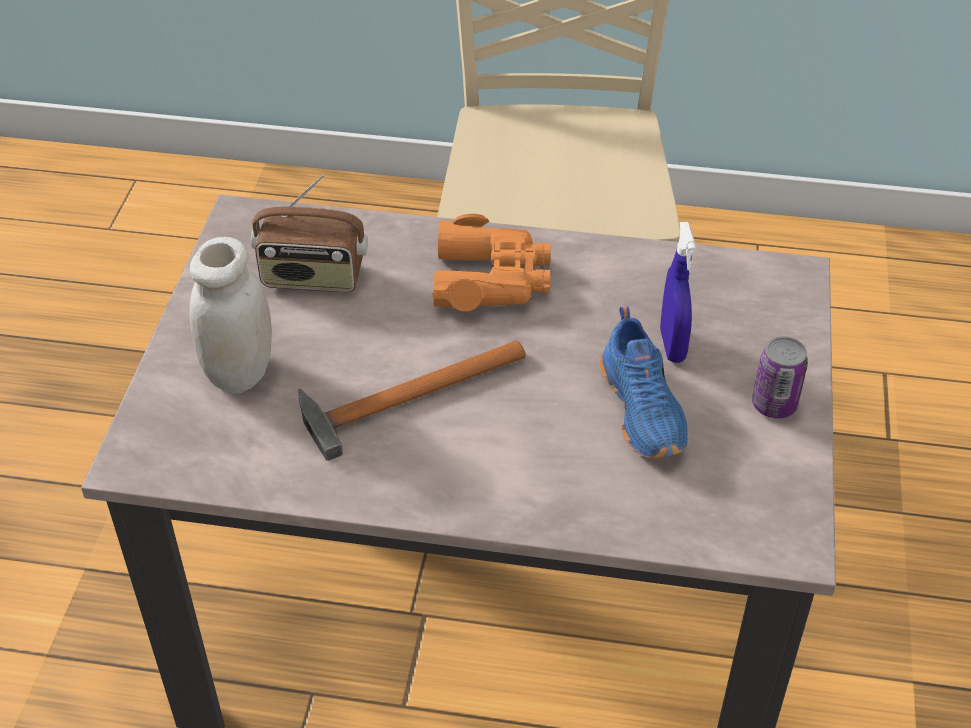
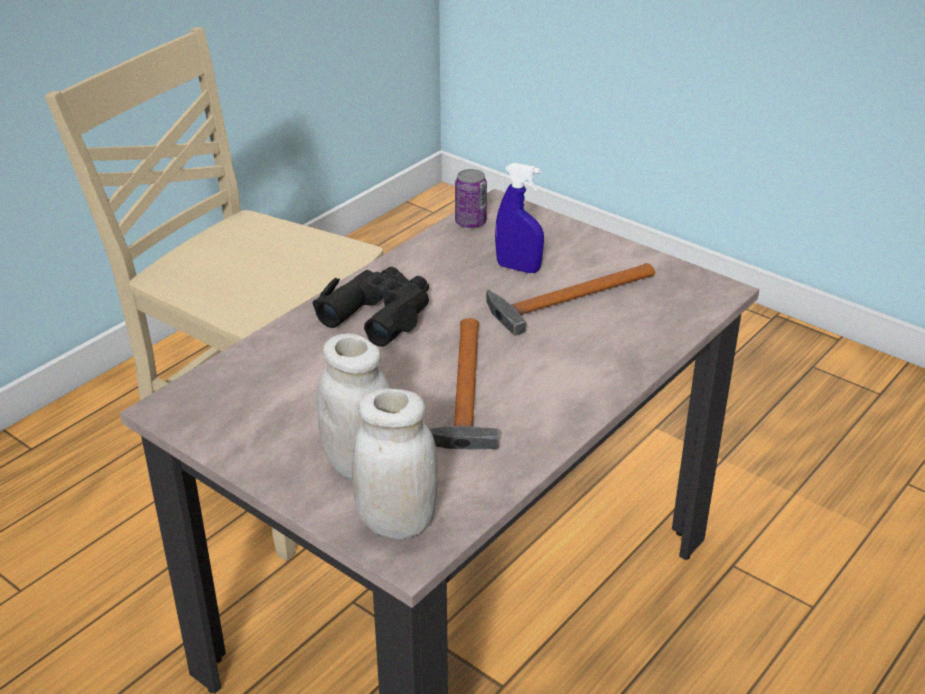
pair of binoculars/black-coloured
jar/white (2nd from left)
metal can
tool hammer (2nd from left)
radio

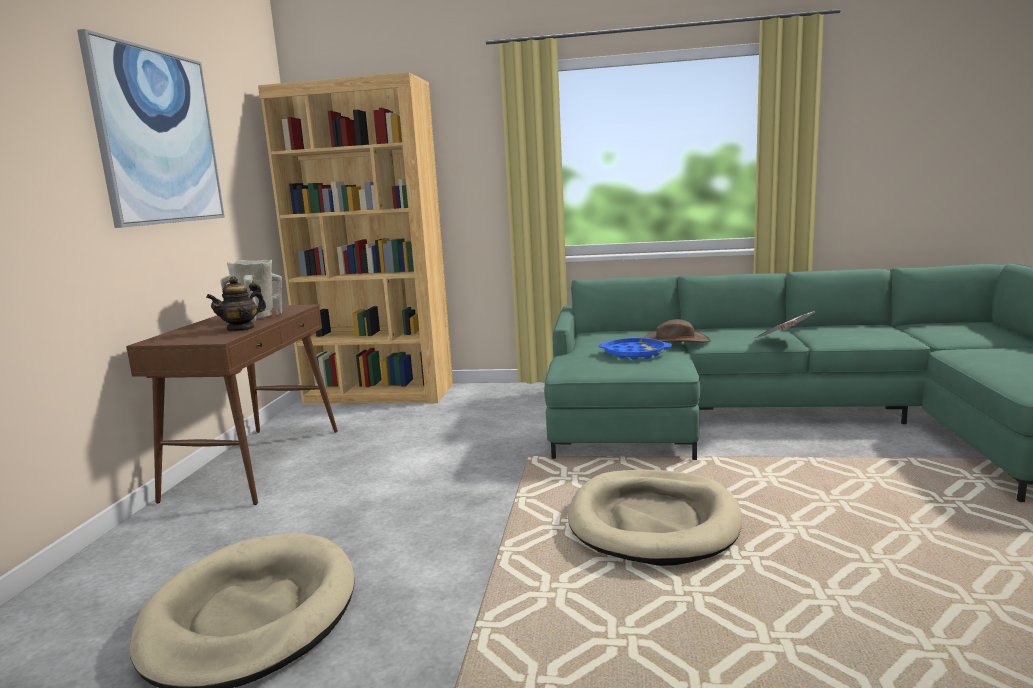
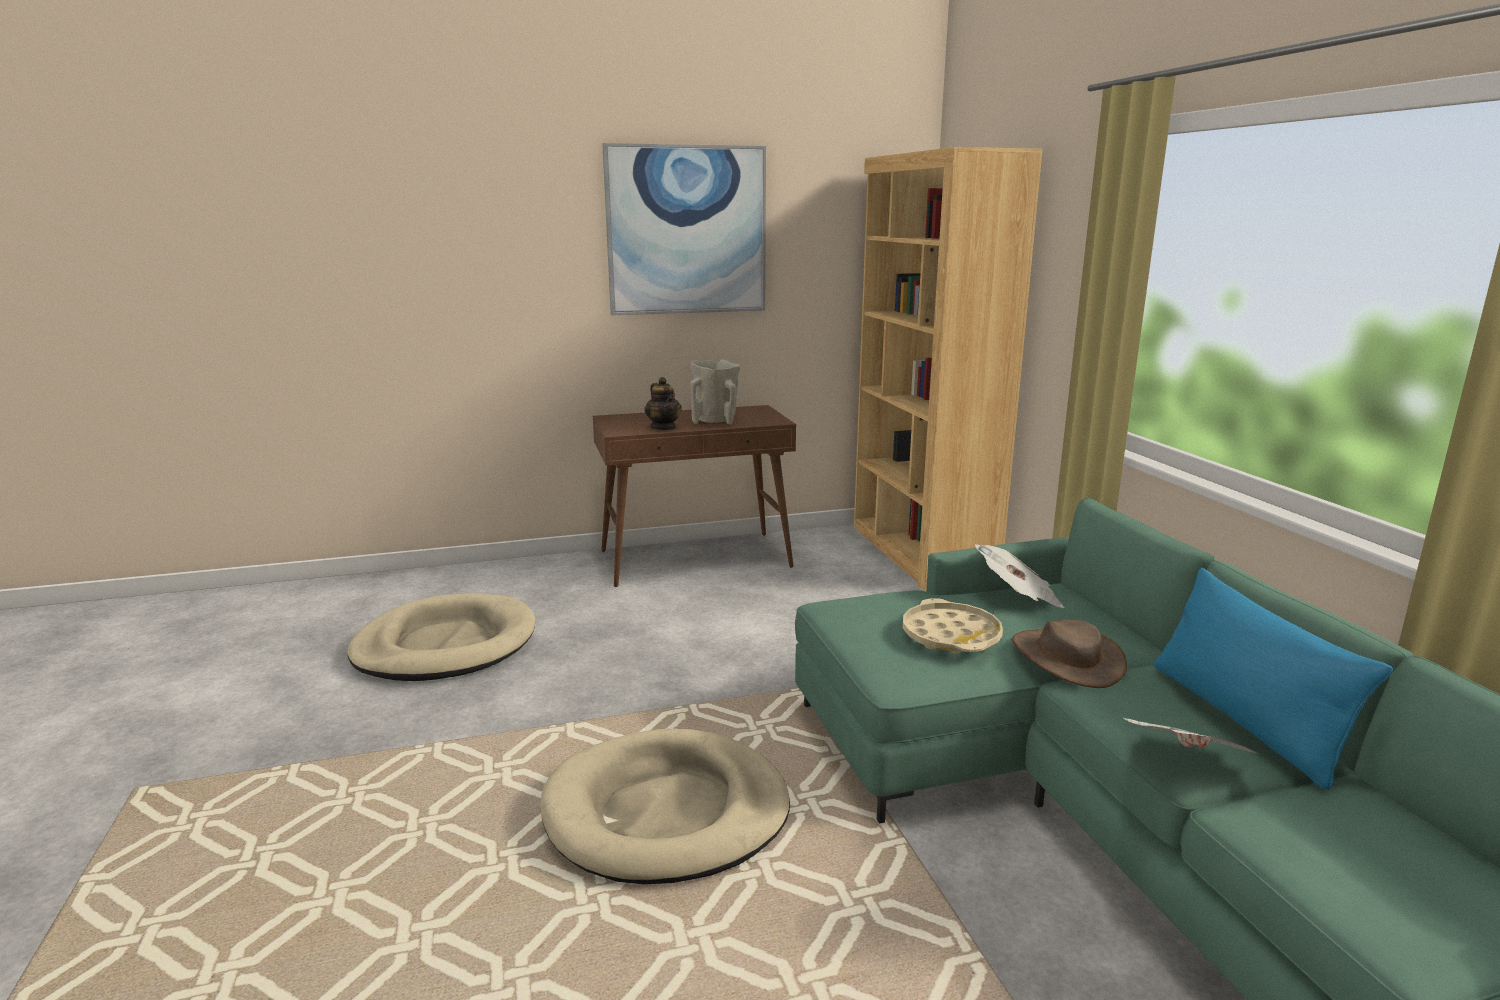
pot for tea
serving tray/beige
daily paper (1st from left)
throw pillow/blue-coloured

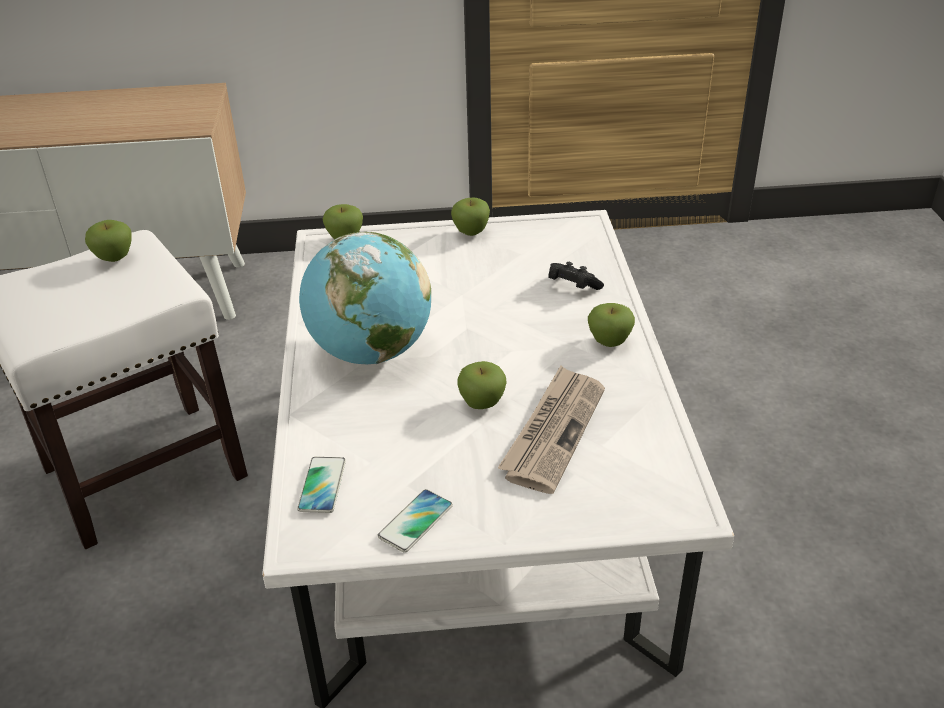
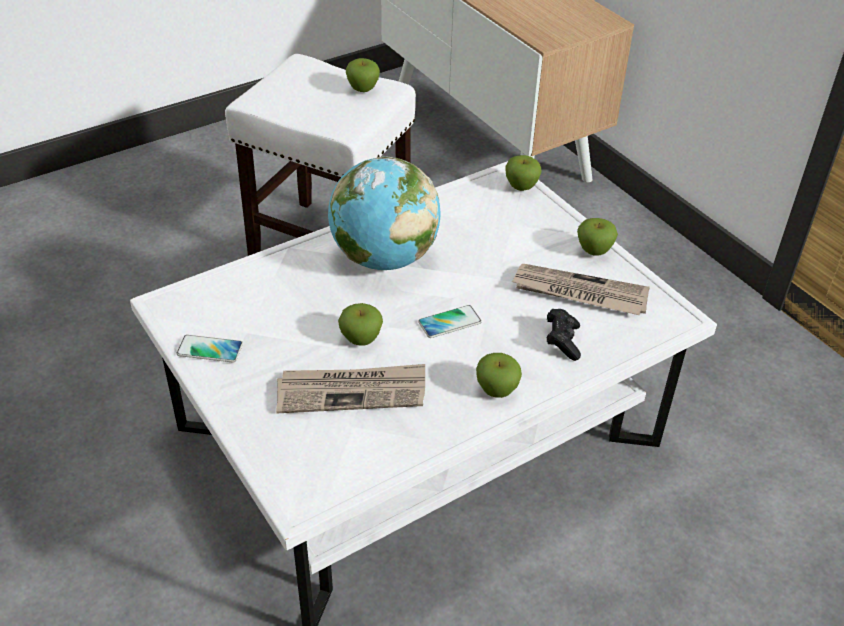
phone (2nd from left)
daily paper (2nd from left)

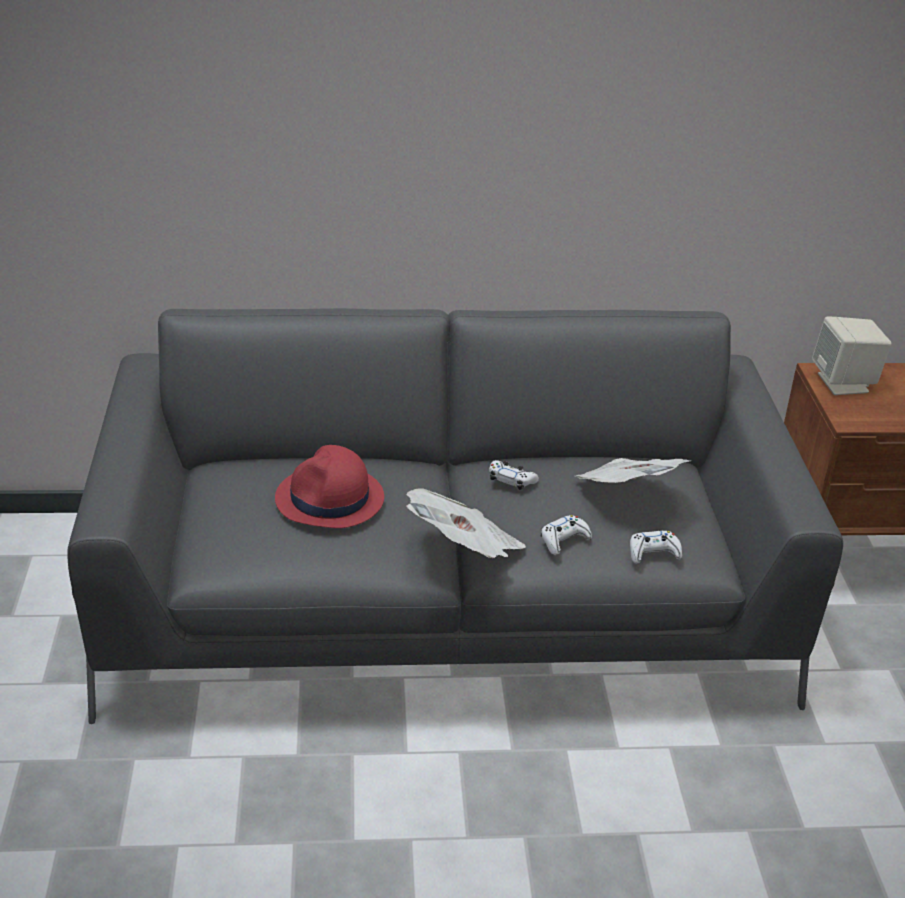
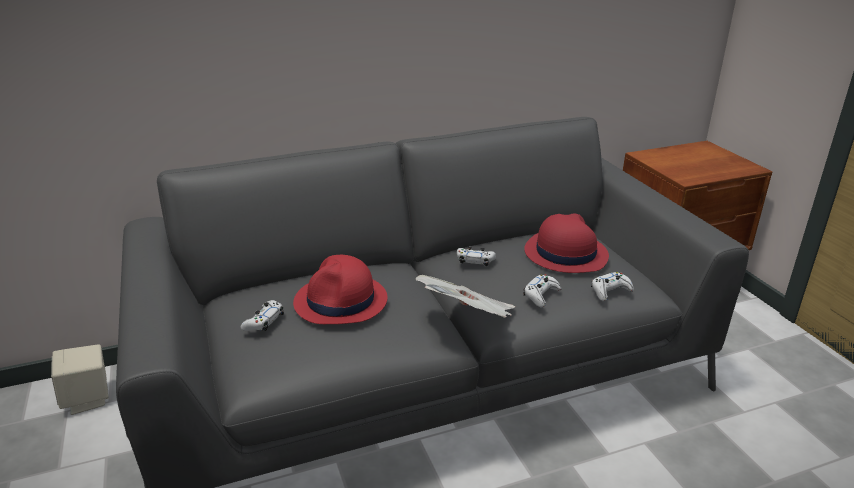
loudspeaker/beige
game controller/white (1st from left)
hat/red-coloured (2nd from left)

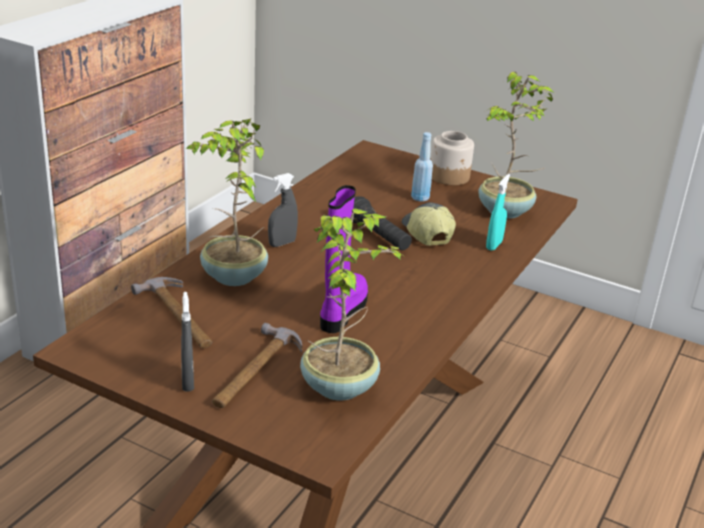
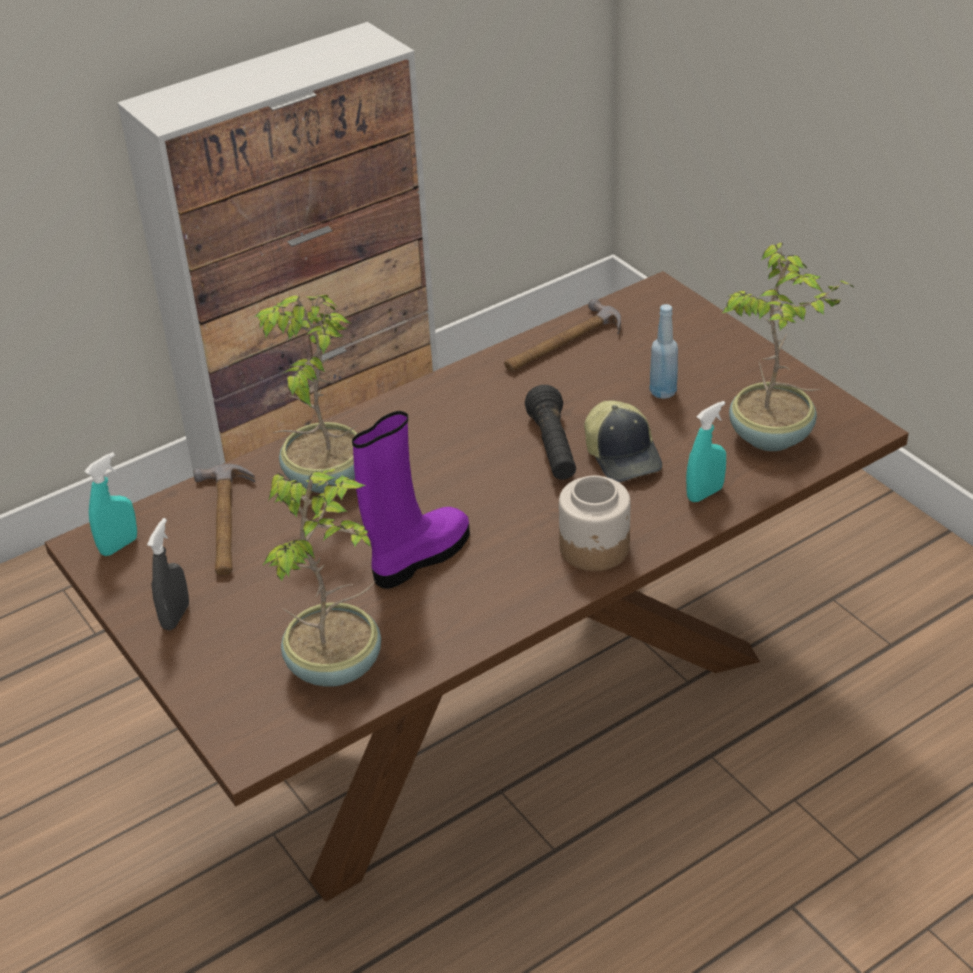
hand sprayer/turquoise (1st from left)
tool hammer (2nd from left)
jar
baseball cap
hand sprayer/greyish (2nd from left in the first image)

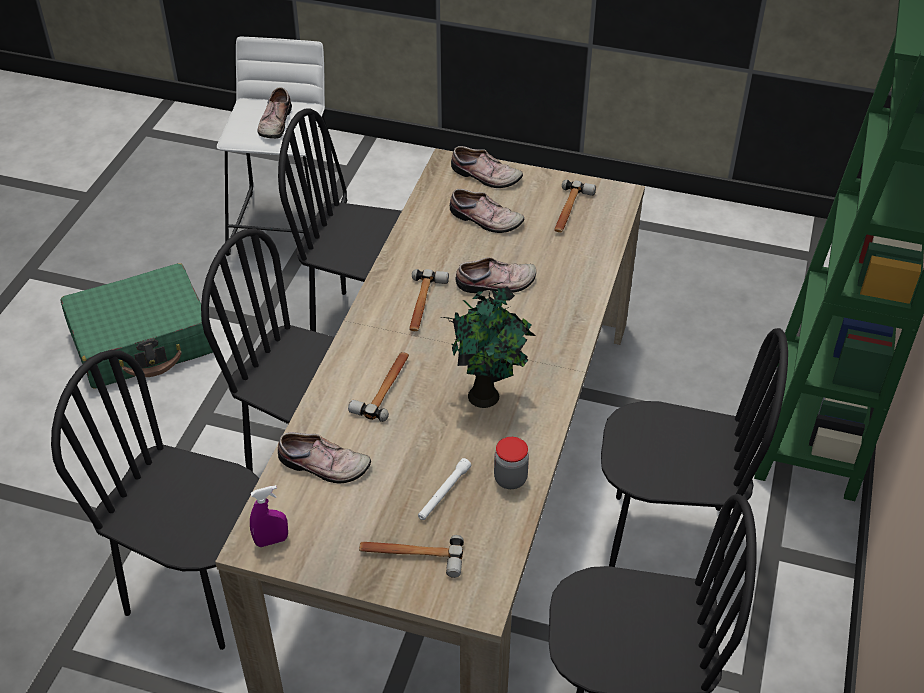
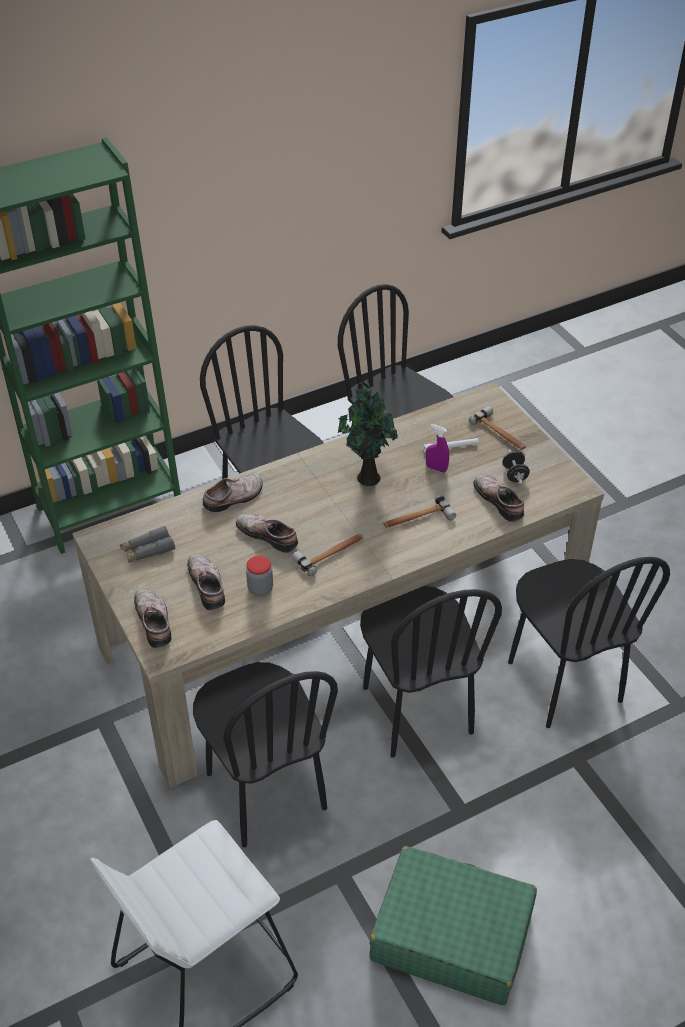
pair of binoculars/greyish
low shoe (3rd from left)
jar
hand sprayer/purple
hand weight/black-coloured

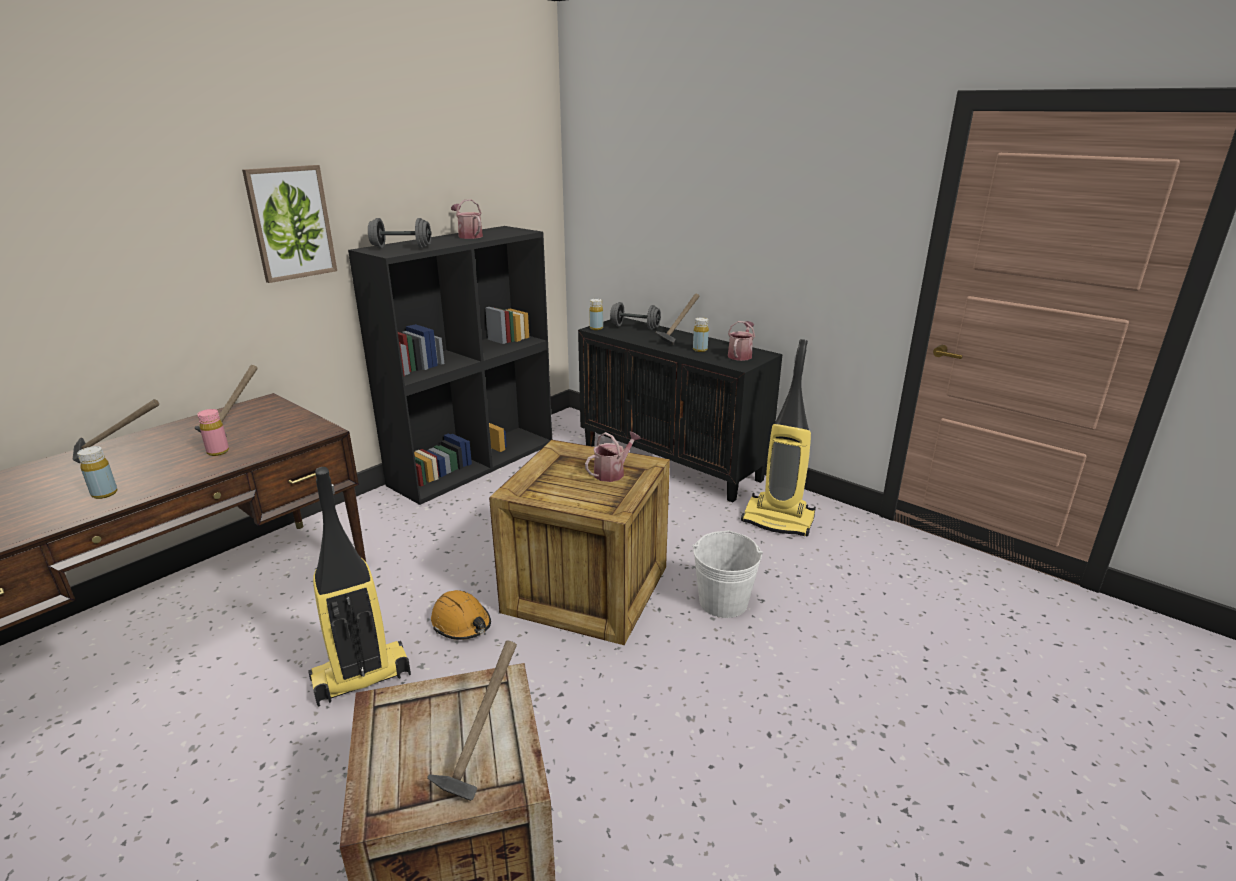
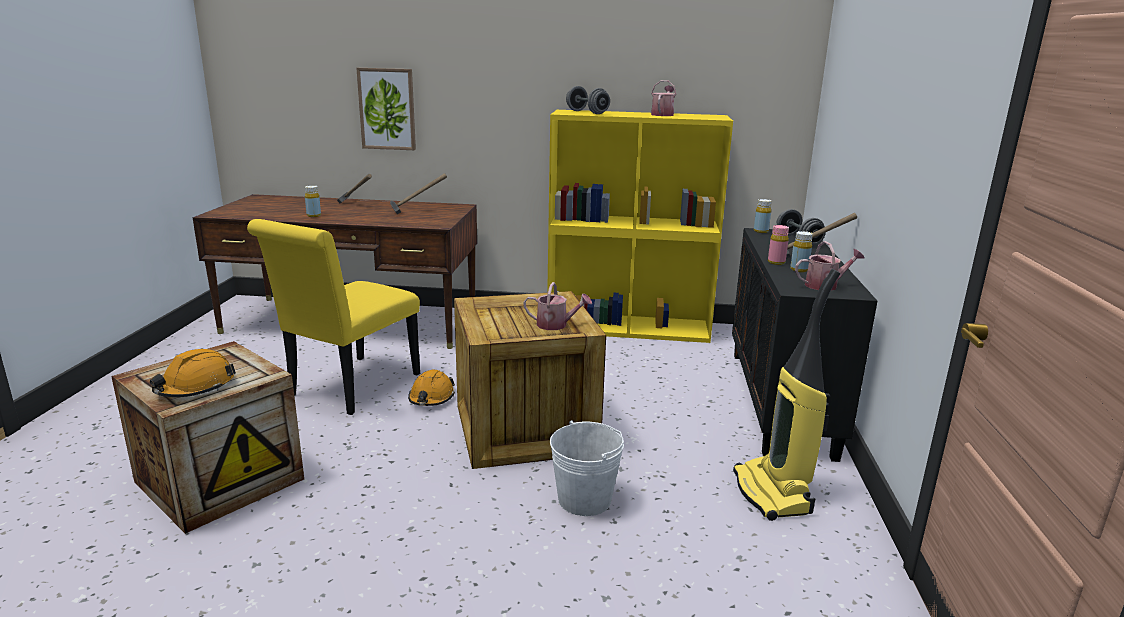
safety helmet/orange-coloured (1st from left)
plain chair/yellowish
wall picture
bookcase/yellowish
bottle/pink-coloured

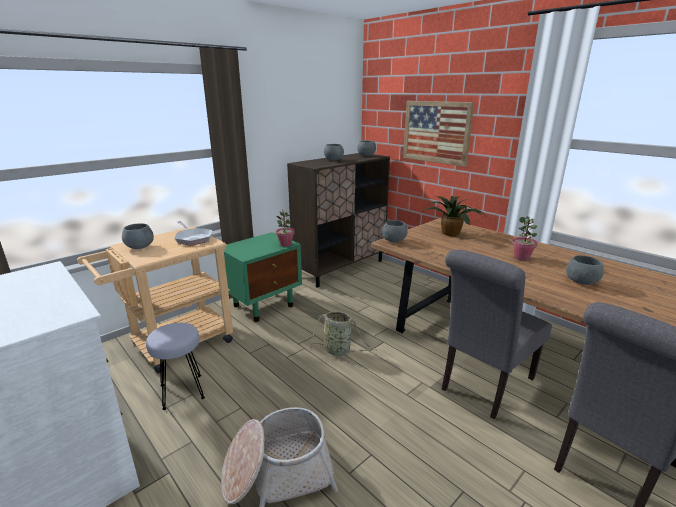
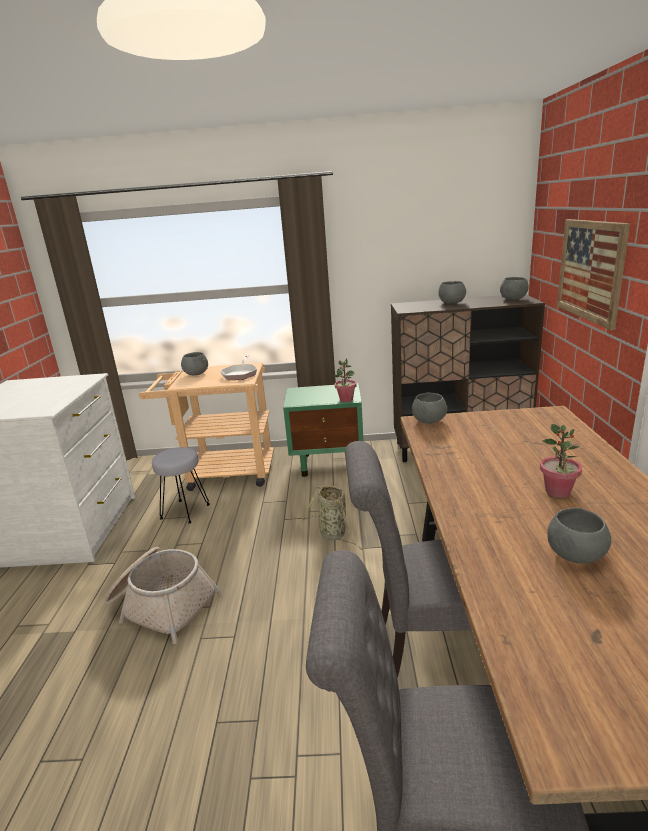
houseplant (2nd from left in the first image)

